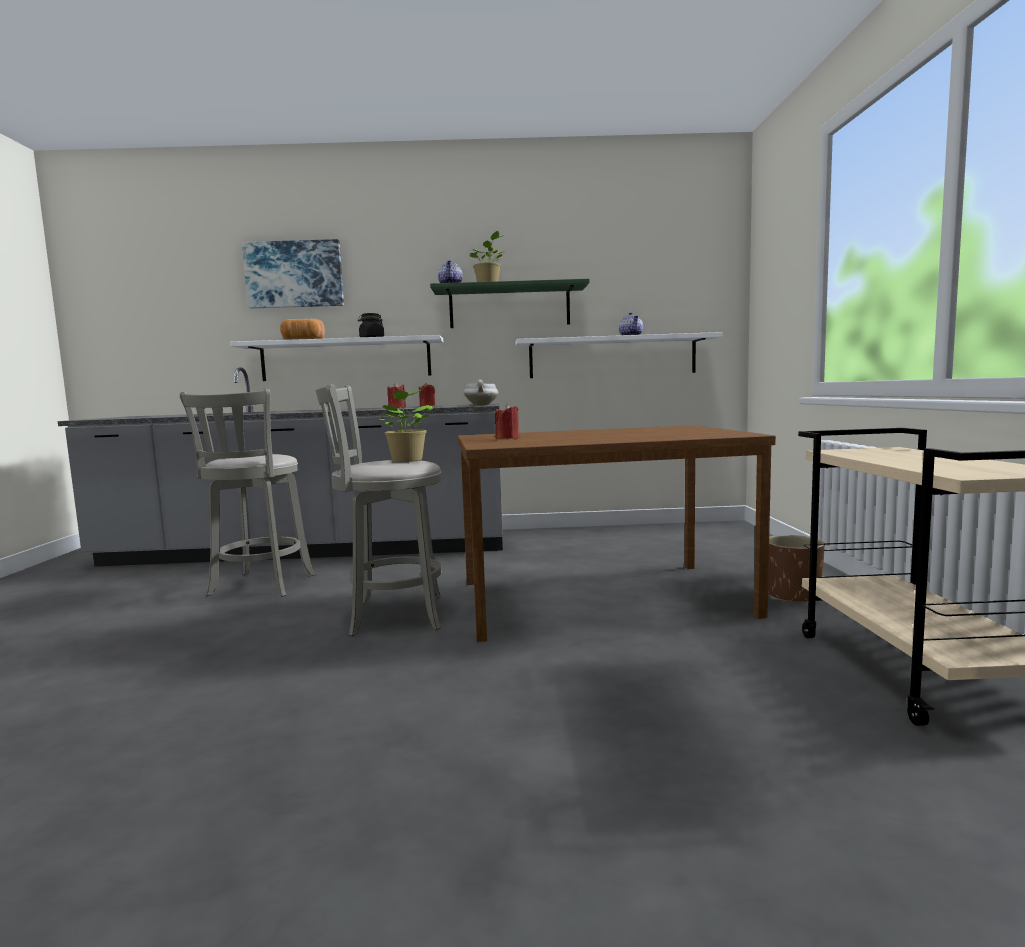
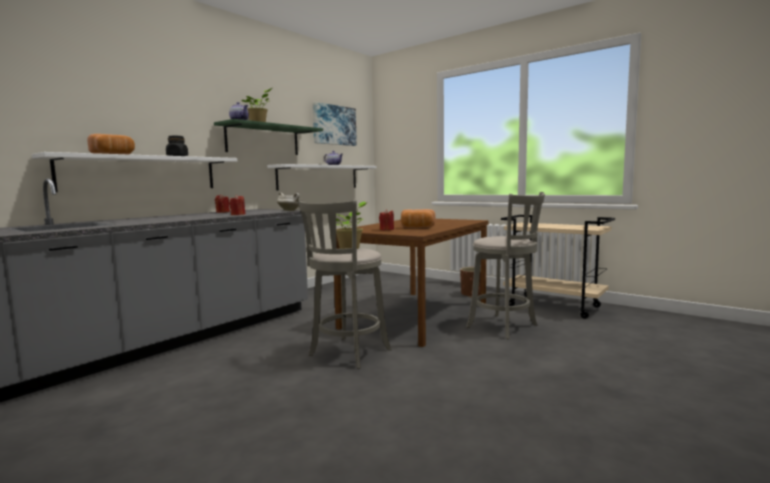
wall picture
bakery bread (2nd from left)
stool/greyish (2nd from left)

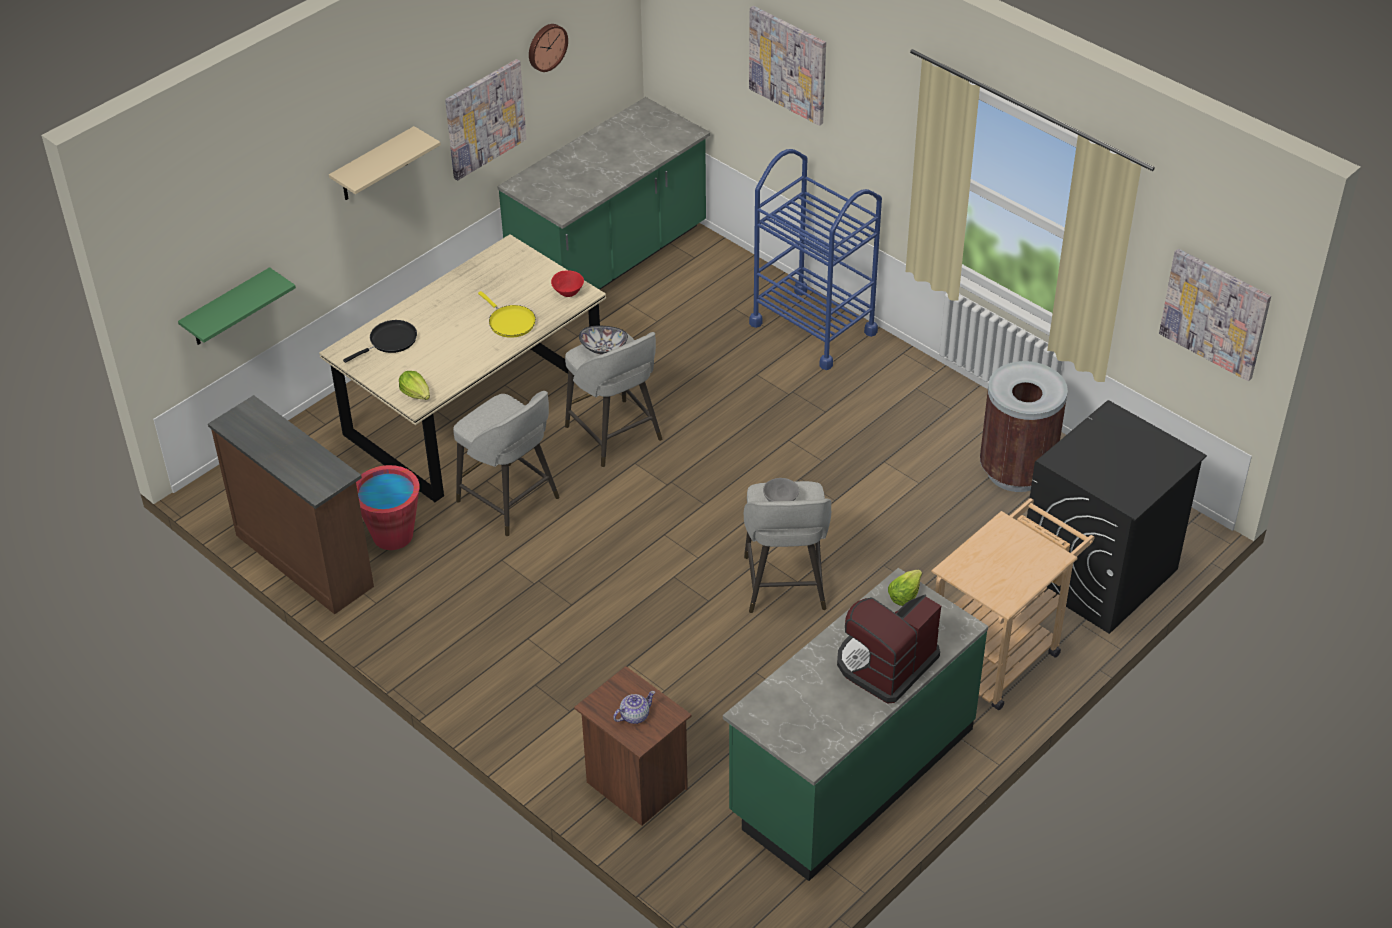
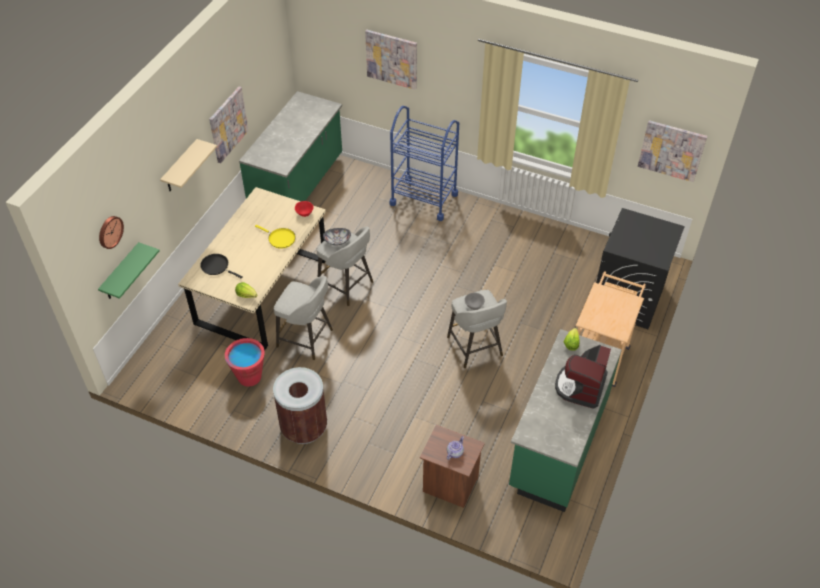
clock on the wall
skillet/black-coloured
rubbish bin/brown
chest of drawers/brown

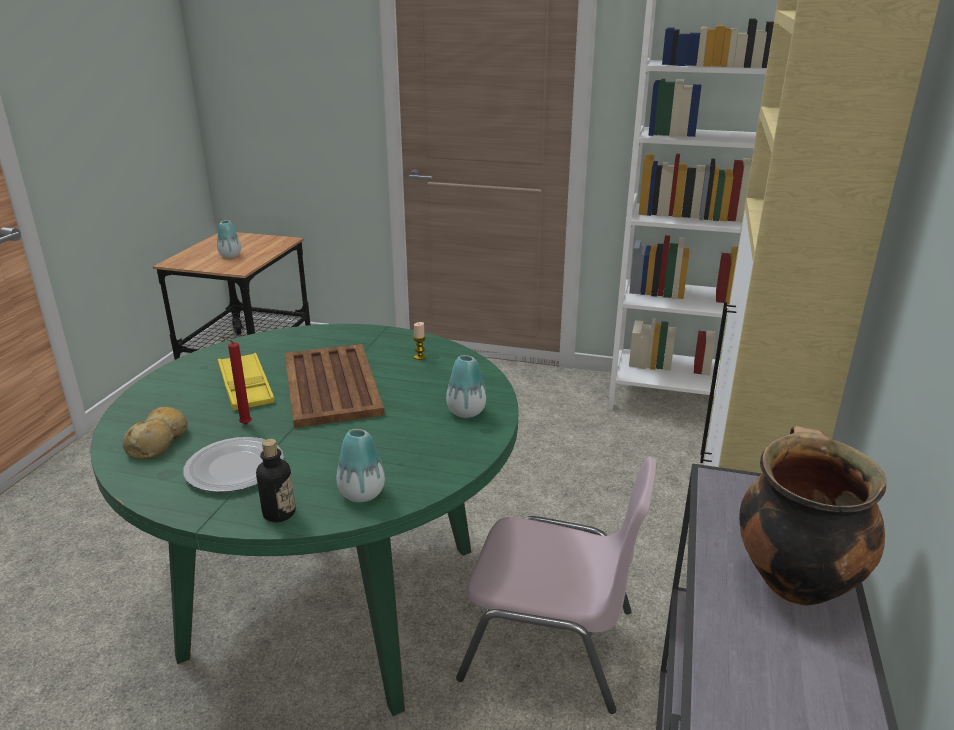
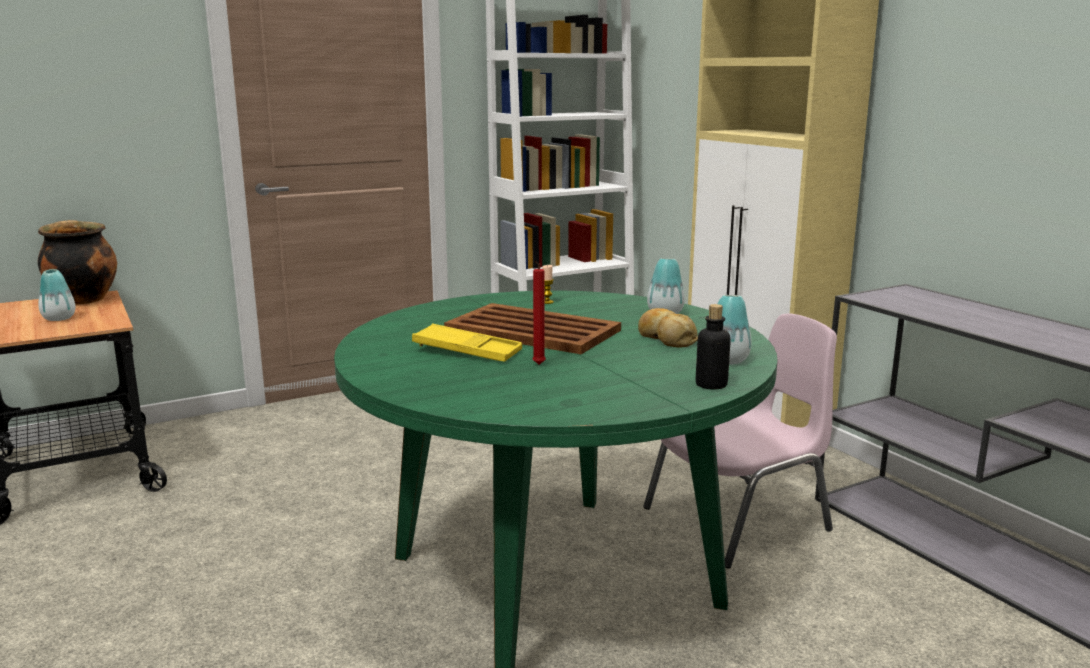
stockpot
bakery bread
dinner plate

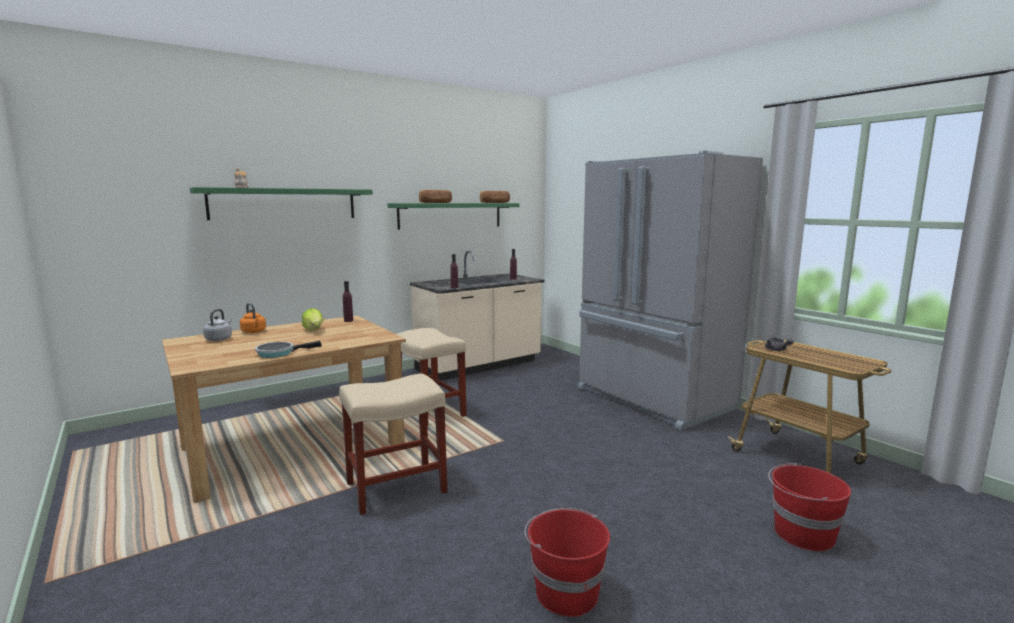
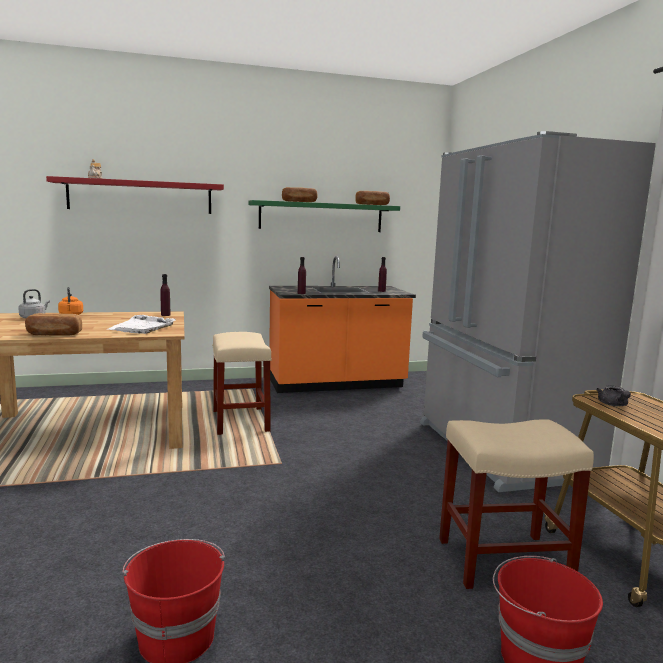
bakery bread (1st from left)
wall shelf/red-coloured
serving tray/white
kitchen counter/orange-coloured
stool/beige (2nd from left)
lettuce

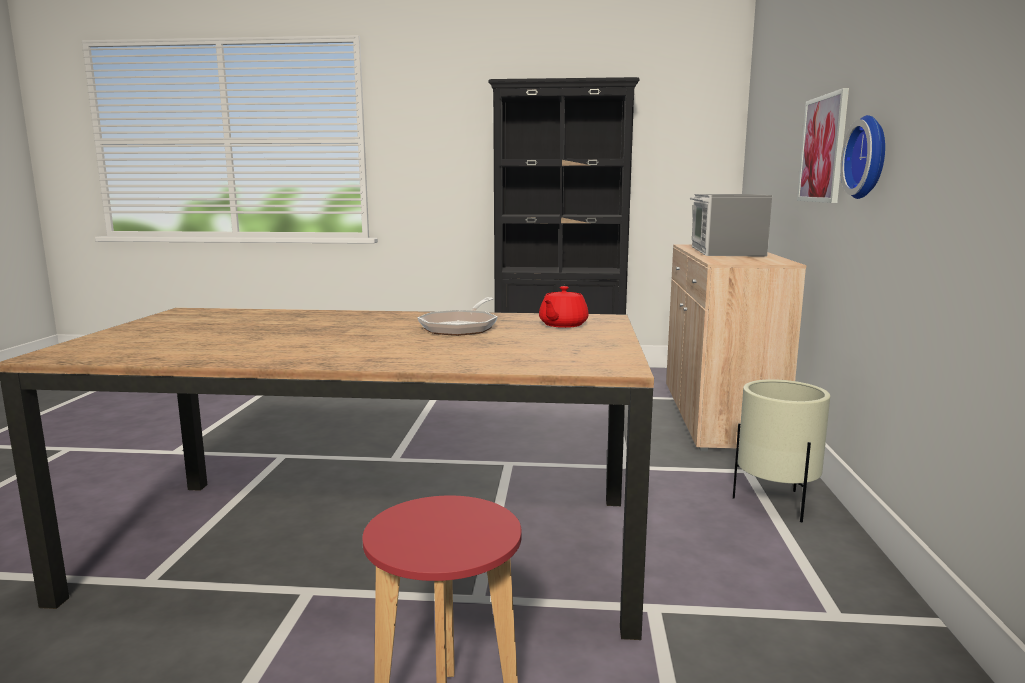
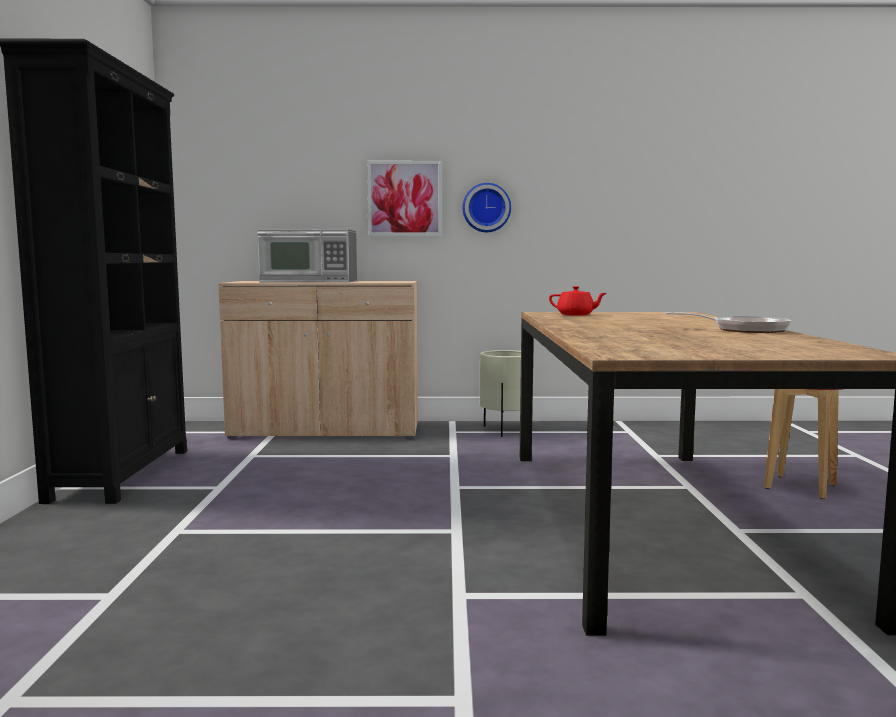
skillet

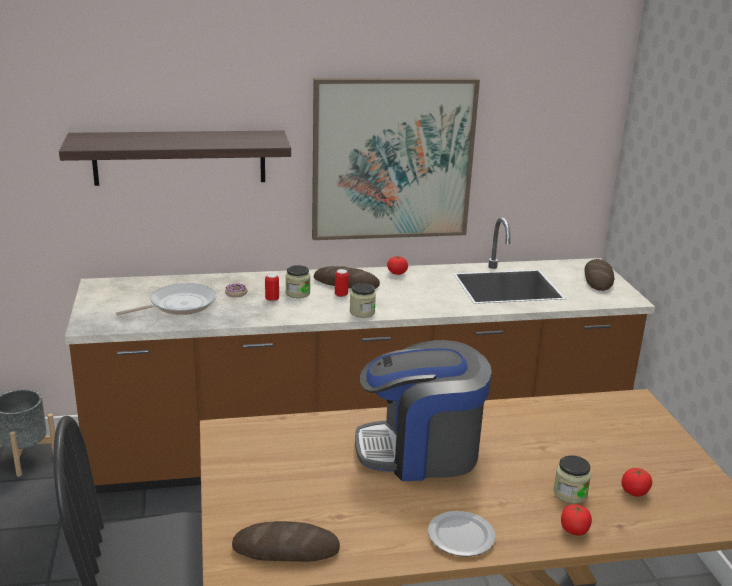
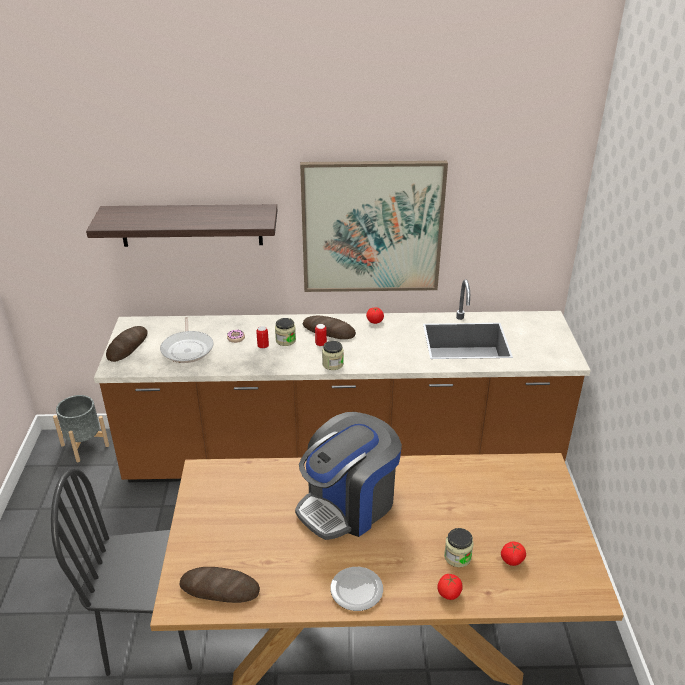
bakery bread (1st from left)
skillet
coffee machine

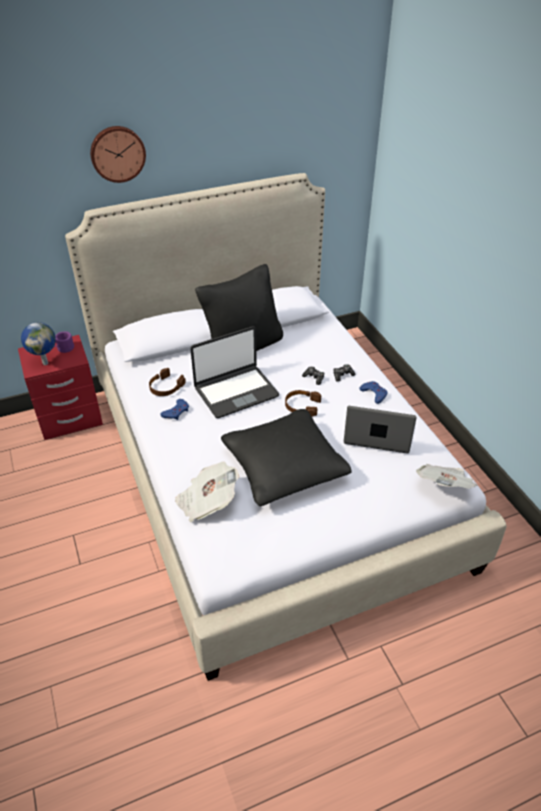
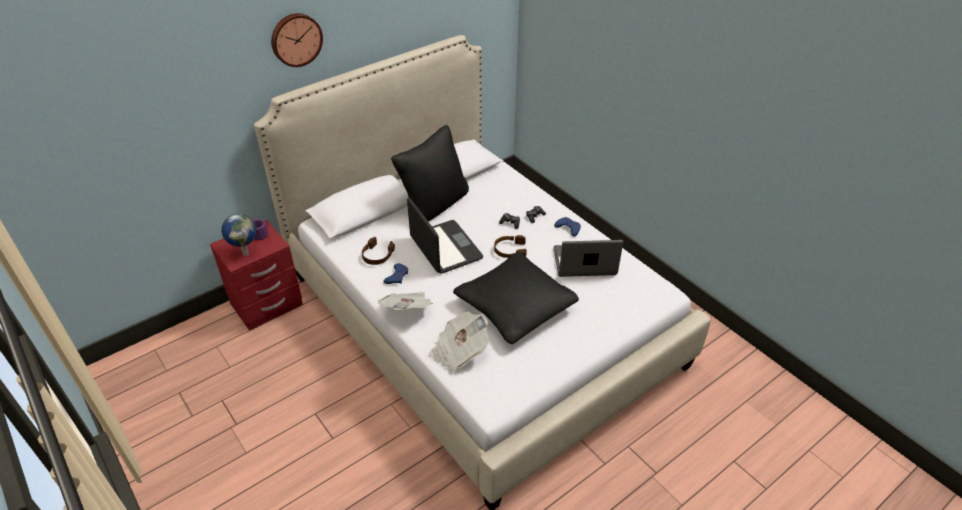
daily paper (1st from left)
laptop (1st from left)

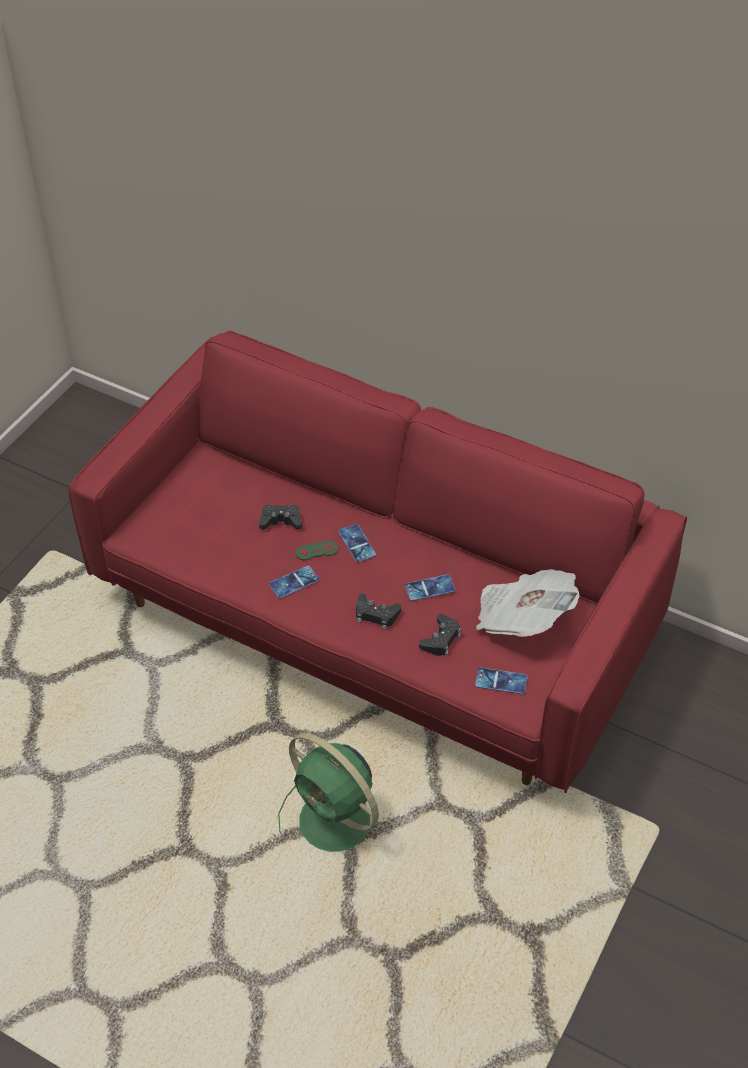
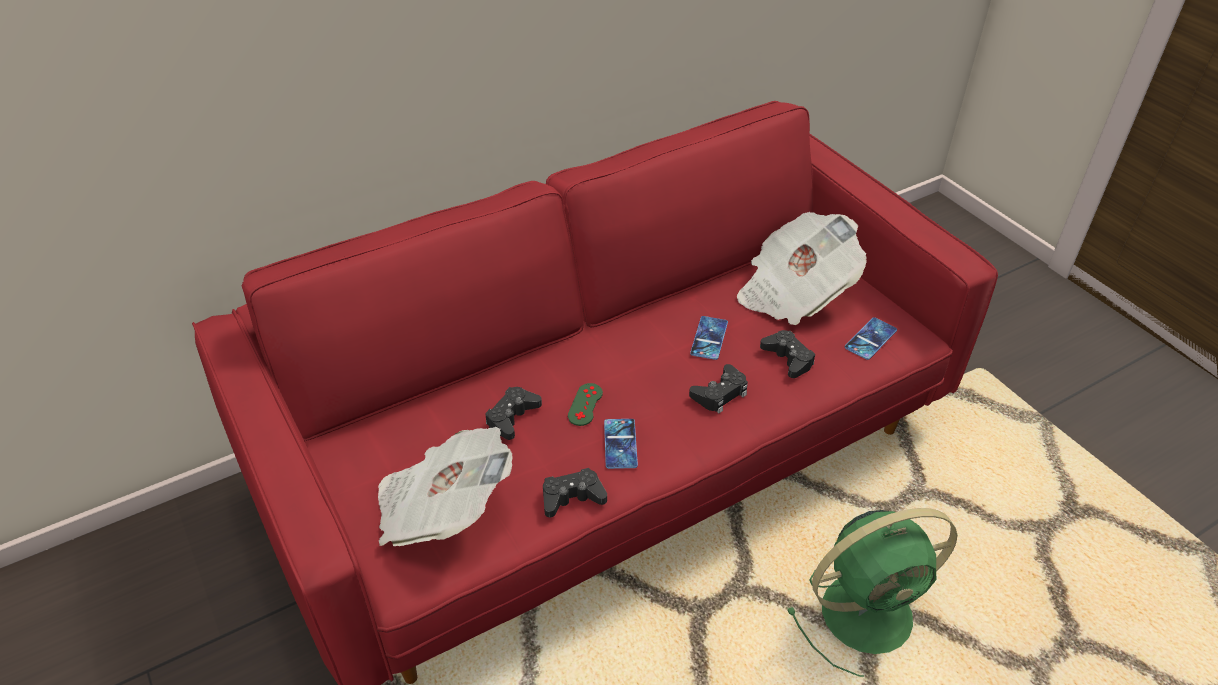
daily paper (1st from left)
game controller/black-coloured (2nd from left)
phone (2nd from left in the first image)

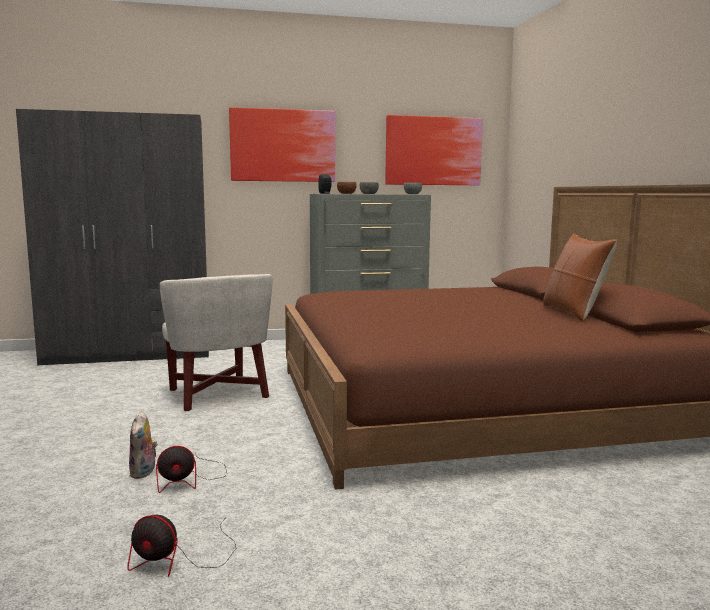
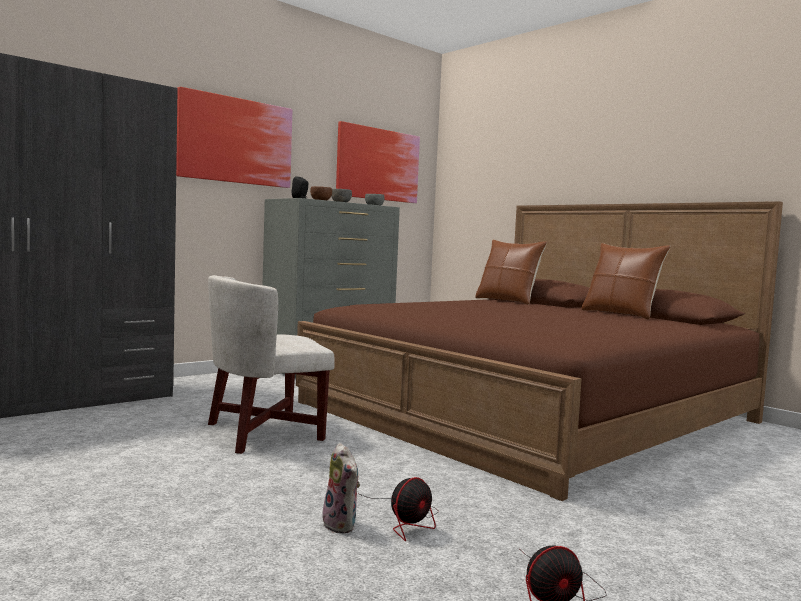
lounge chair/white
throw pillow/brown (1st from left)

